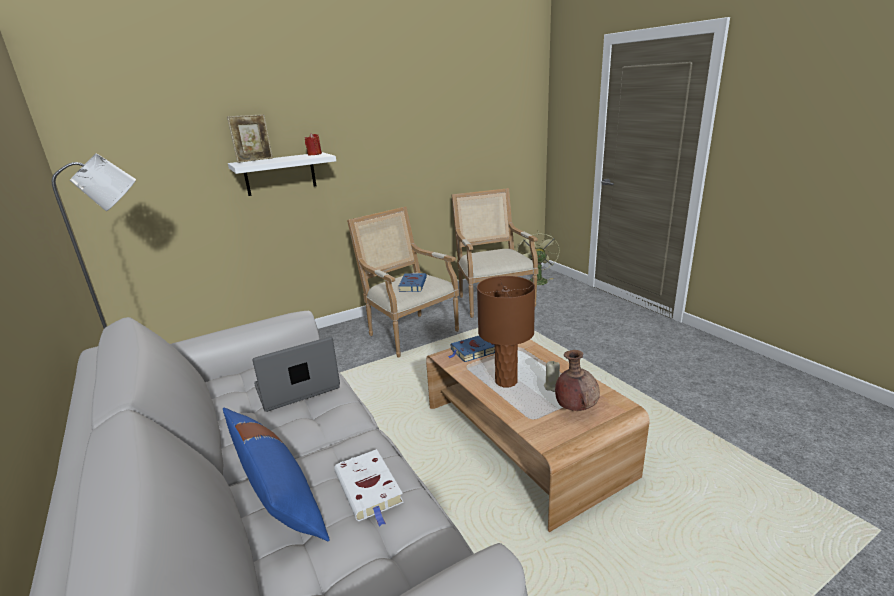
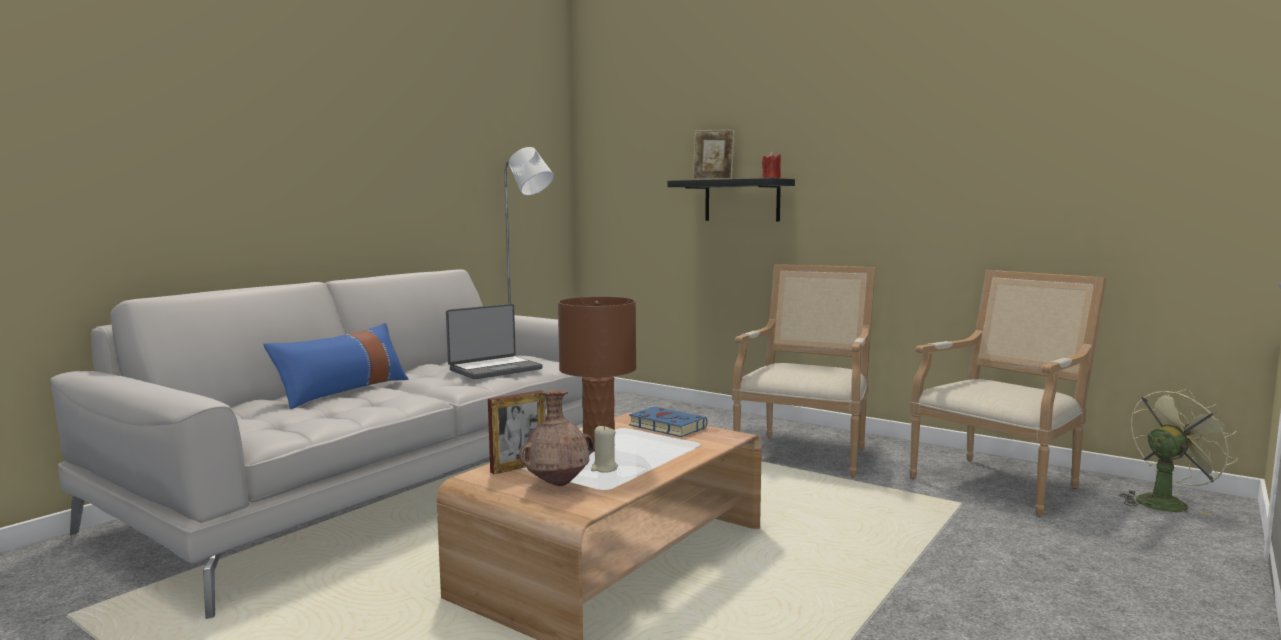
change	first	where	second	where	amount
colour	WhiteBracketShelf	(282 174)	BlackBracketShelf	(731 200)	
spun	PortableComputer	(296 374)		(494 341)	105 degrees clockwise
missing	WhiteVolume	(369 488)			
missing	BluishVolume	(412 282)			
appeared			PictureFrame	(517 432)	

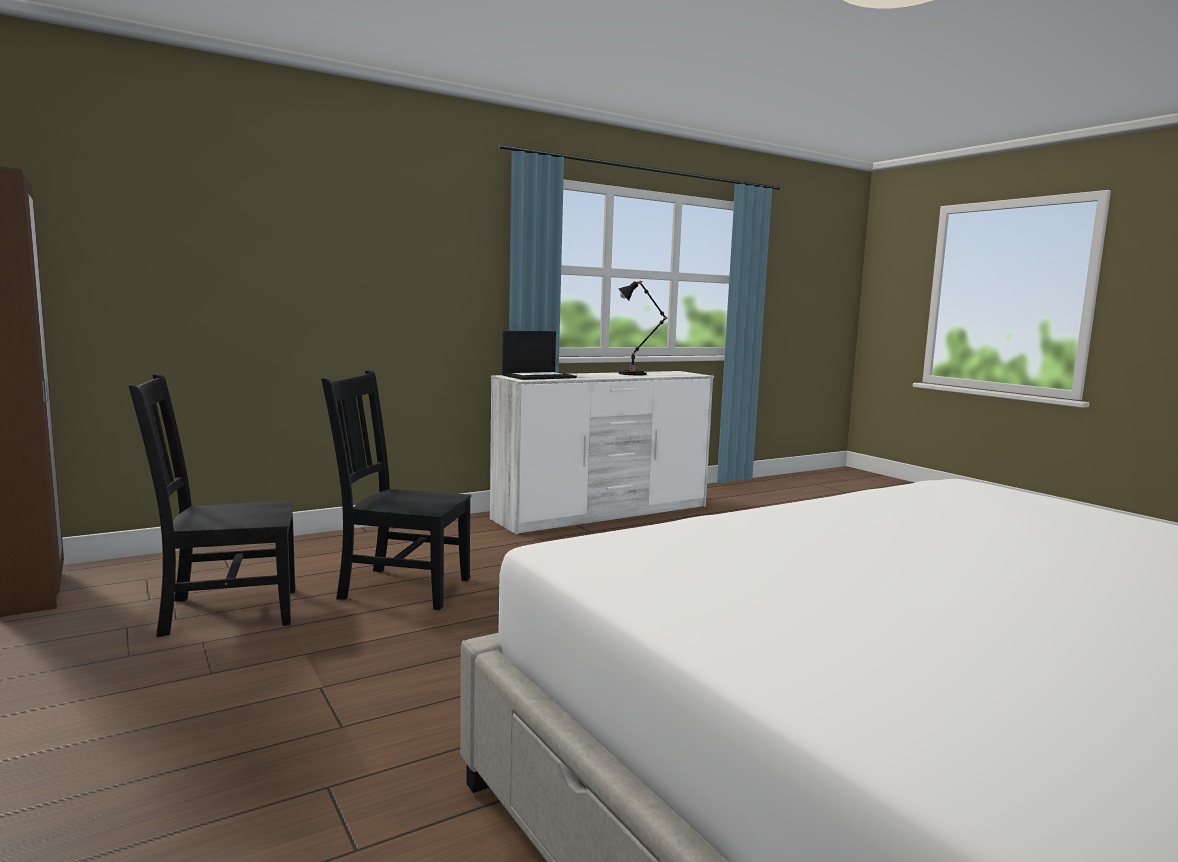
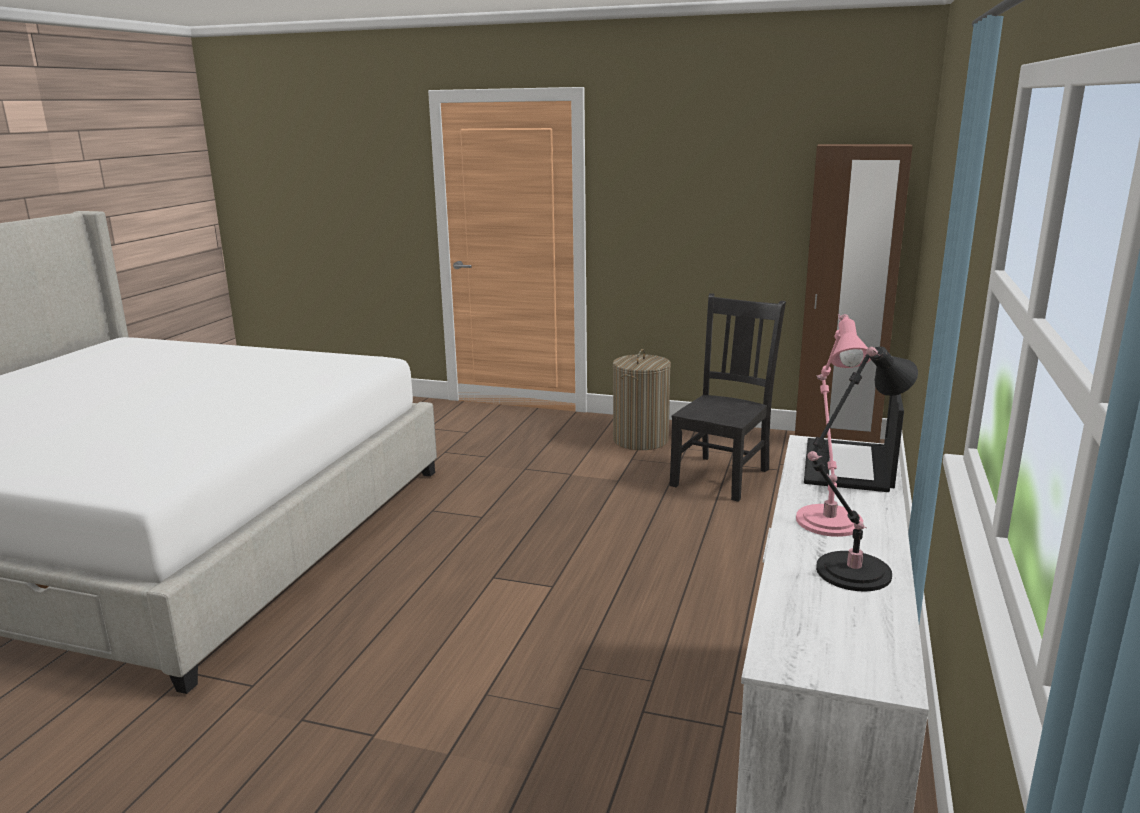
change	first	where	second	where	amount
missing	BlackChair	(396 490)			
appeared			LaundryBasket	(642 399)	
appeared			PinkLampForATable	(833 425)	

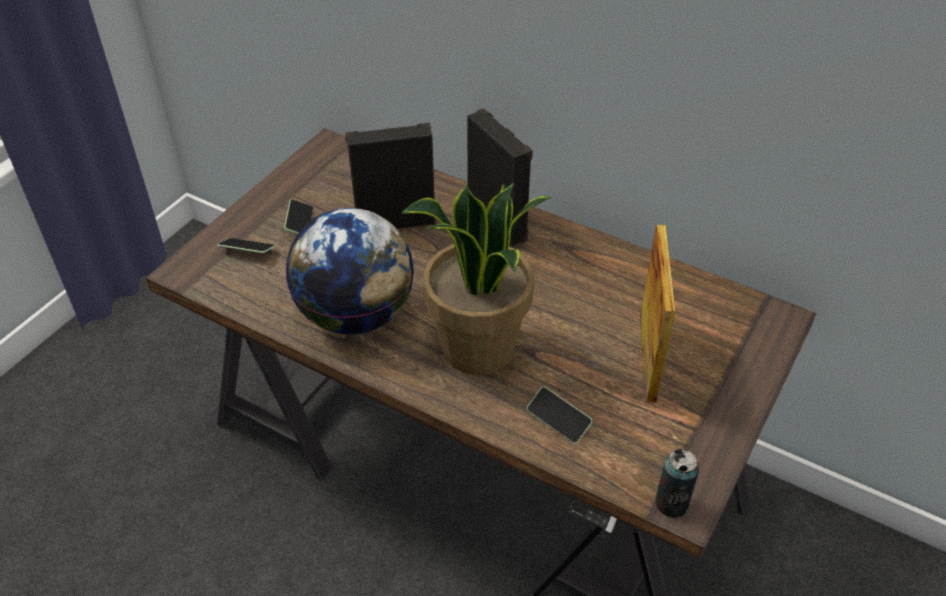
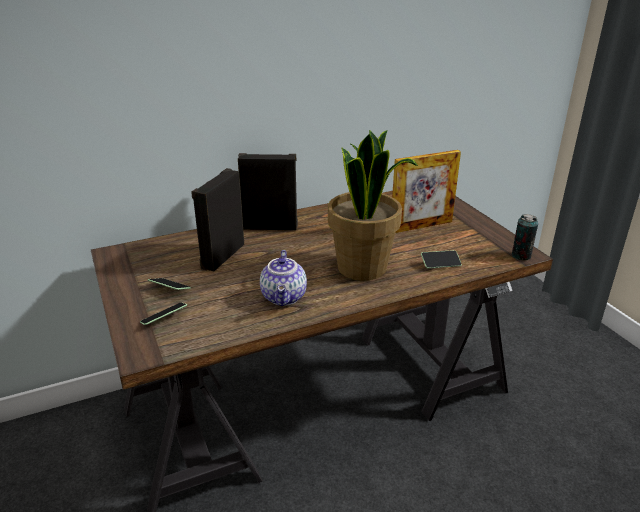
change	first	where	second	where	amount
exchanged	WorldGlobe	(350 271)	PotForTea	(283 278)	
spun	PictureFrame	(658 314)		(426 191)	120 degrees clockwise

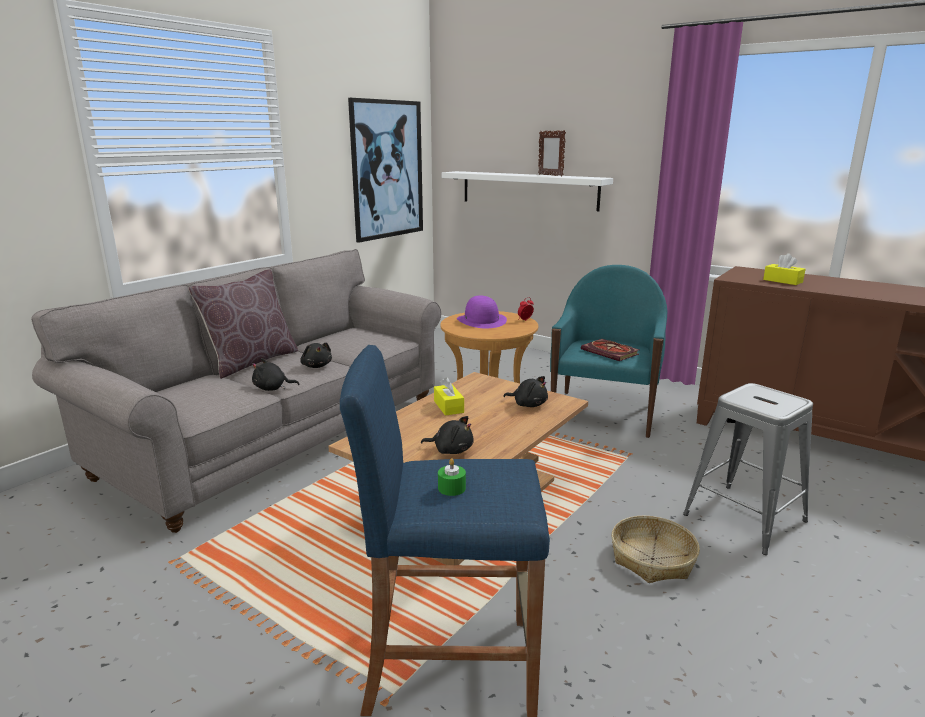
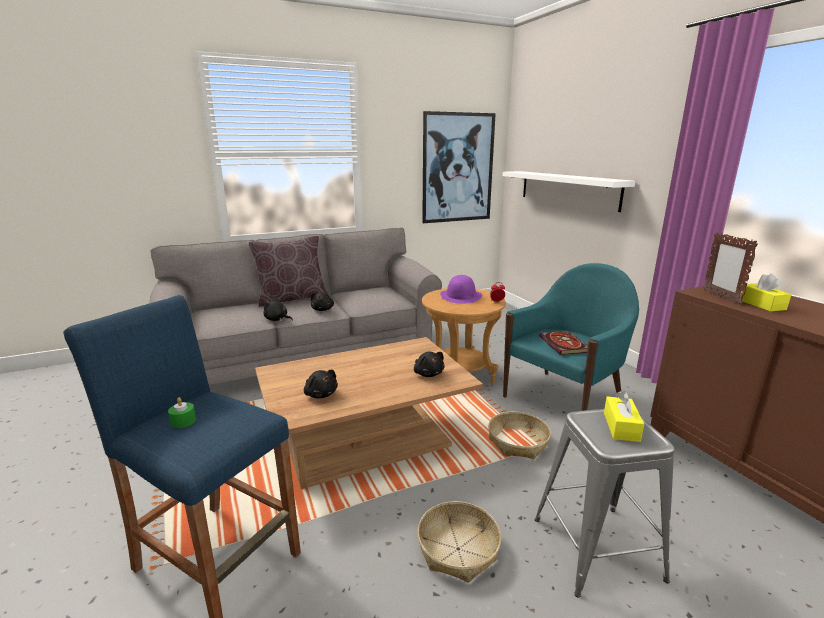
change	first	where	second	where	amount
relocated	YellowColouredBoxOfTissues	(449 396)		(624 416)	
relocated	PictureFrame	(552 153)		(730 269)	
appeared			Basket	(519 435)	

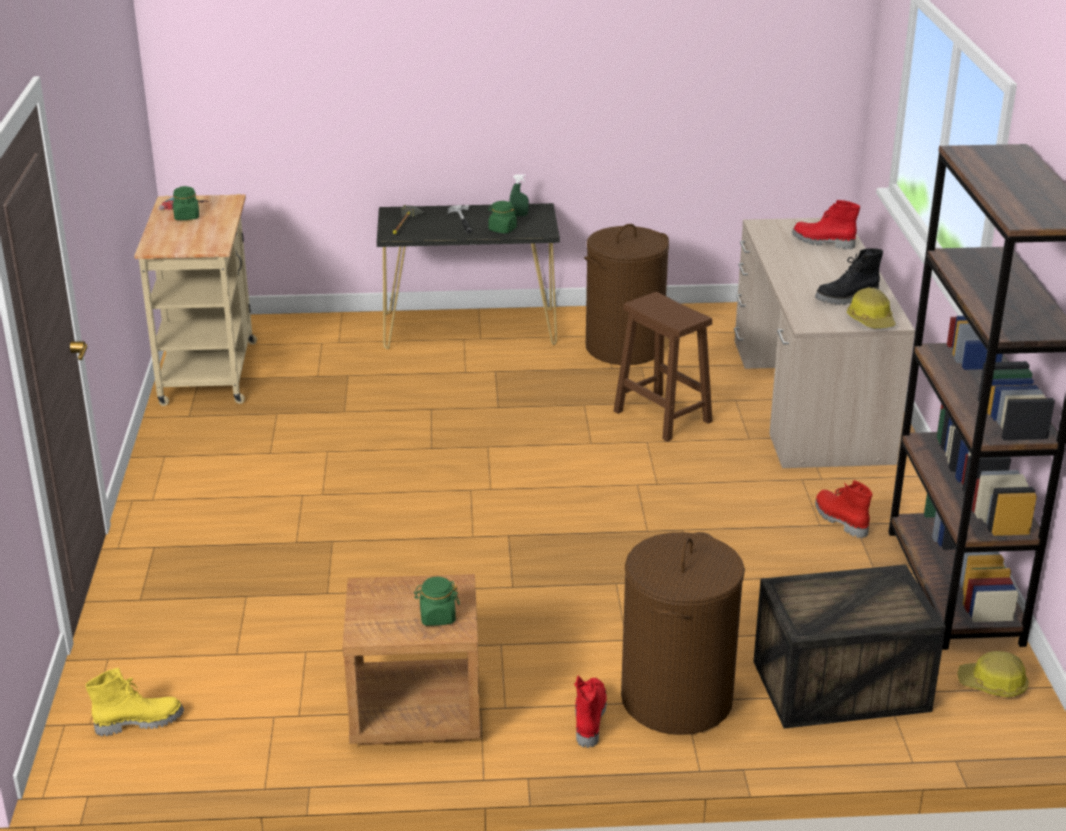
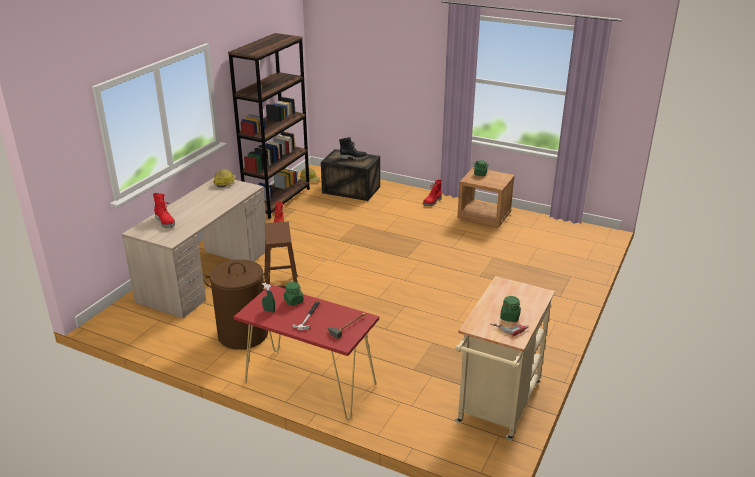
change	first	where	second	where	amount
missing	YellowColouredHighTopBoot	(135 702)			
colour	BlackNarrowTable	(468 276)	ReddishNarrowTable	(306 352)	
missing	BrownishLaundryBasket	(683 633)			
relocated	BlackHighTopBoot	(849 276)		(353 148)	

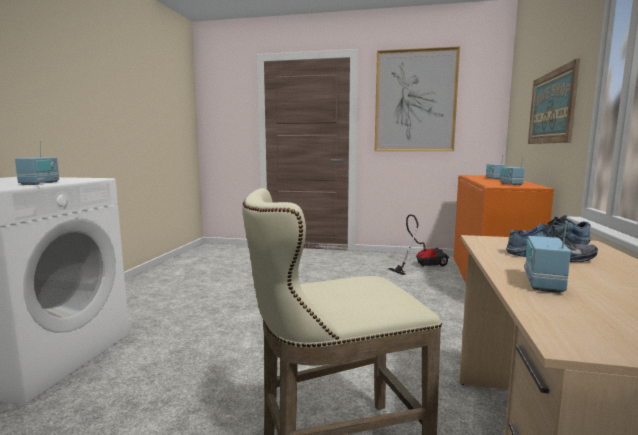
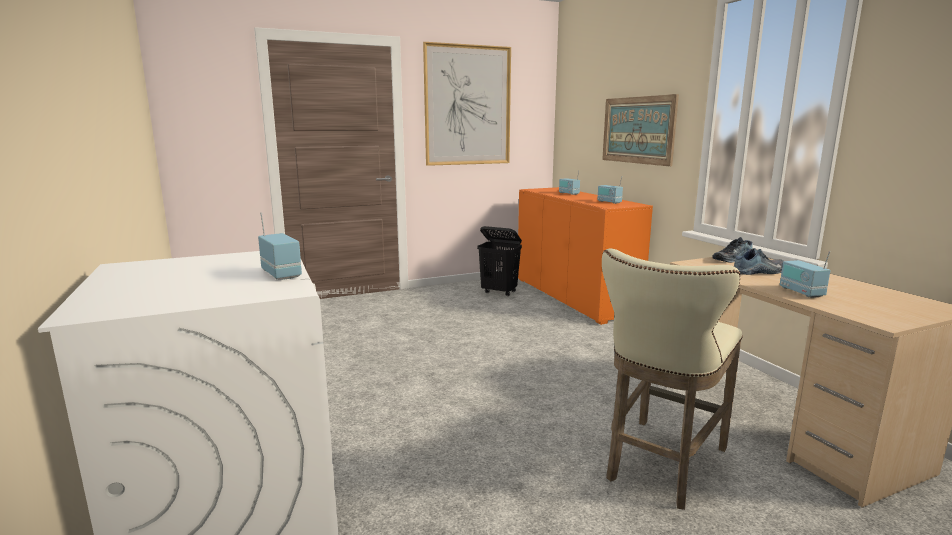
change	first	where	second	where	amount
exchanged	VacuumCleaner	(418 244)	BlackLaundryBasket	(499 261)	

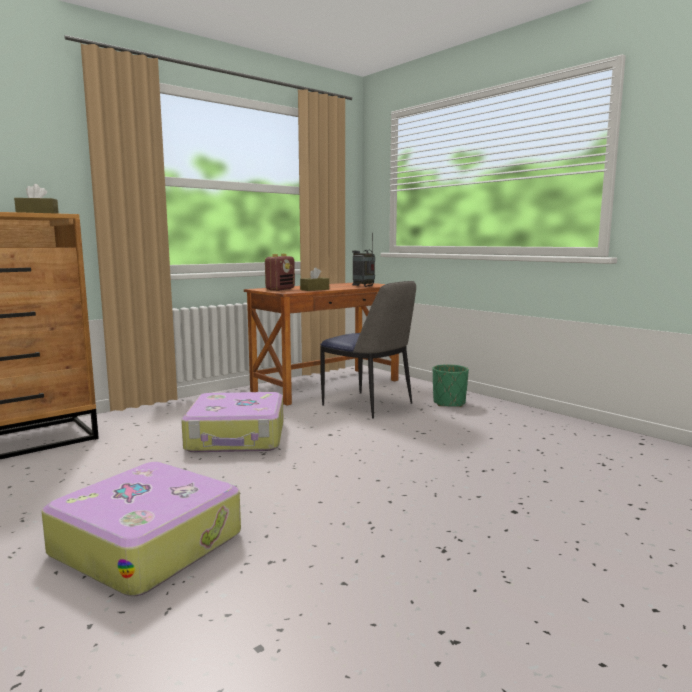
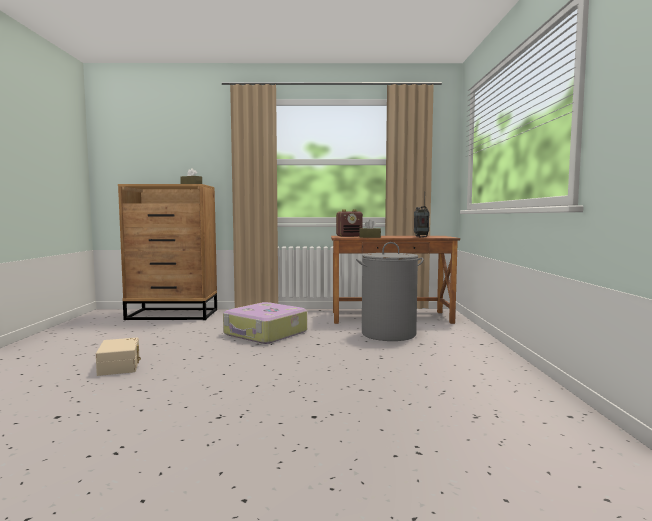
change	first	where	second	where	amount
exchanged	TravelCase	(141 529)	BeigeStorageContainer	(118 356)	
exchanged	Chair	(368 349)	GrayLaundryBasket	(390 291)	
missing	GreenishPlanter	(451 385)			

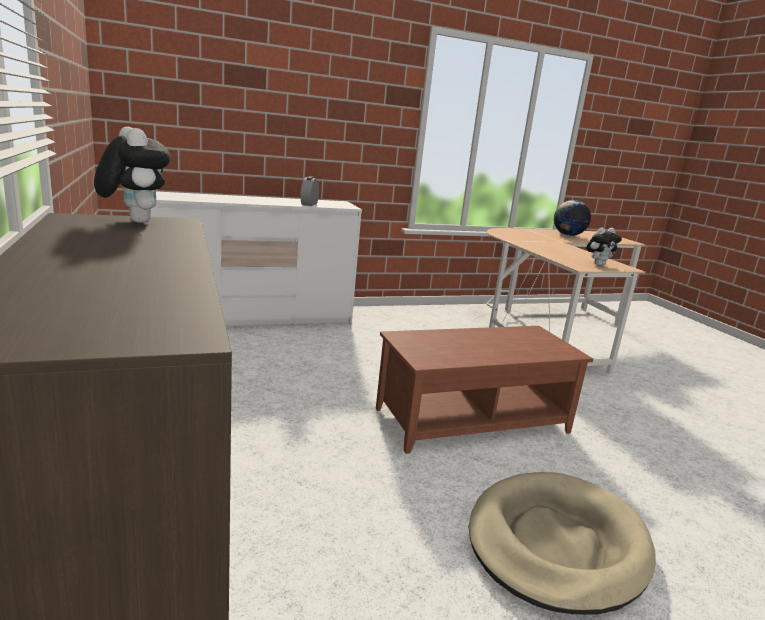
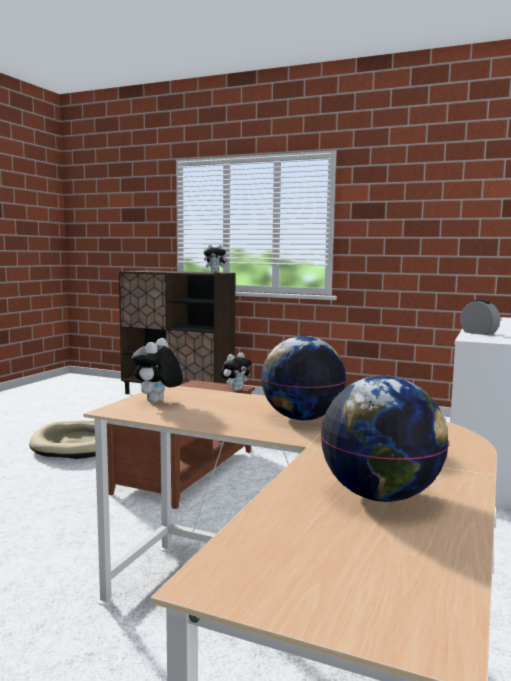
change	first	where	second	where	amount
appeared			PlushToy	(236 371)	
appeared			WorldGlobe	(303 378)	

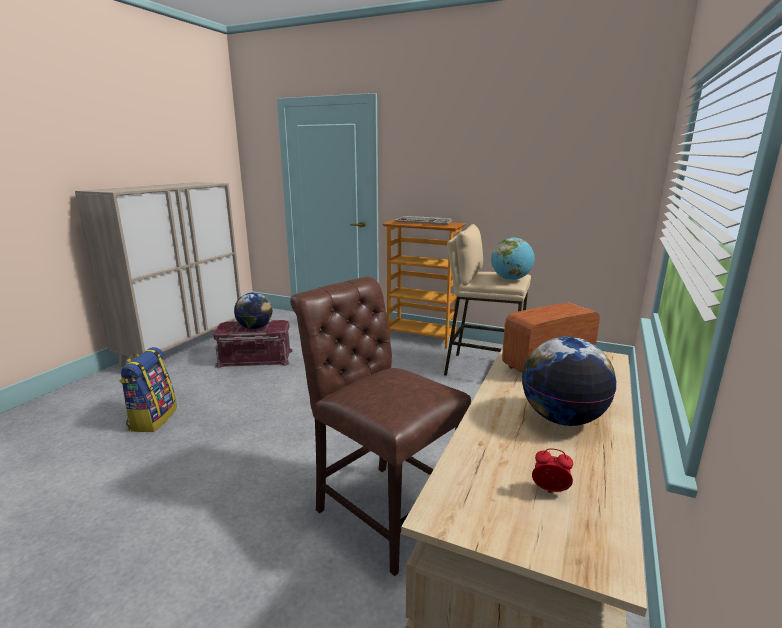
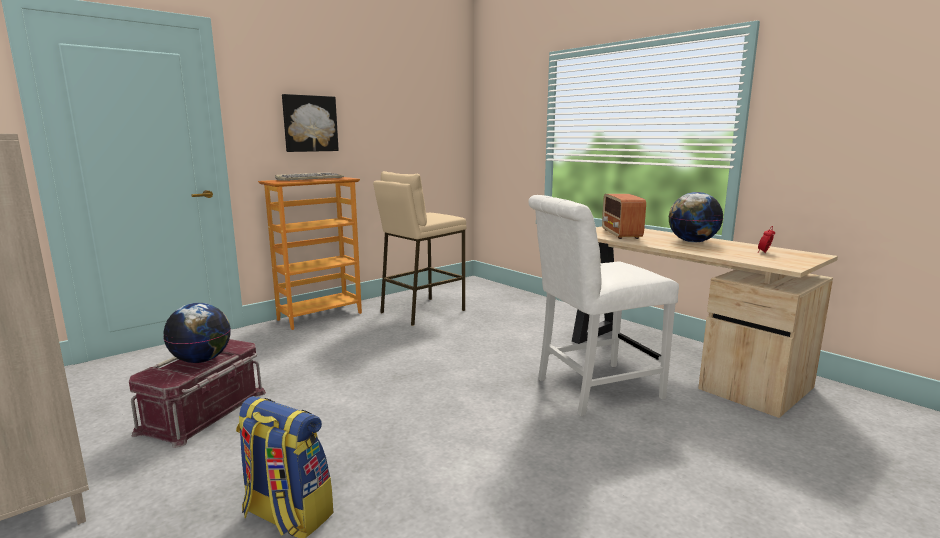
change	first	where	second	where	amount
colour	BrownishChair	(380 426)	WhiteChair	(603 305)	
missing	WorldGlobe	(512 258)			
appeared			WallPicture	(310 123)	

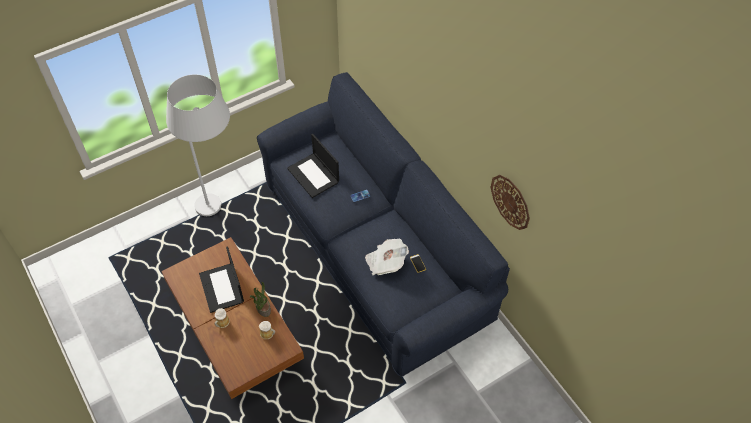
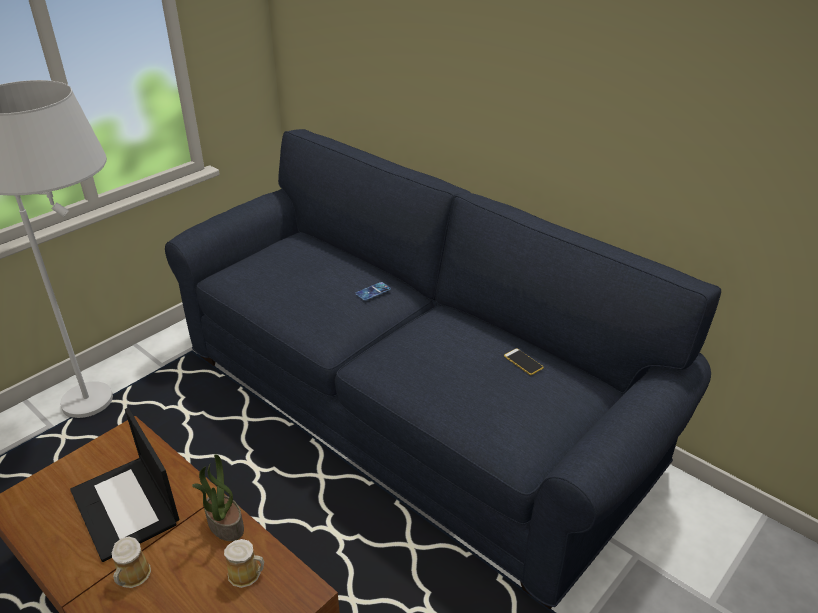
change	first	where	second	where	amount
missing	PortableComputer	(313 166)			
missing	DailyPaper	(387 257)			
missing	HangingClock	(510 202)			

